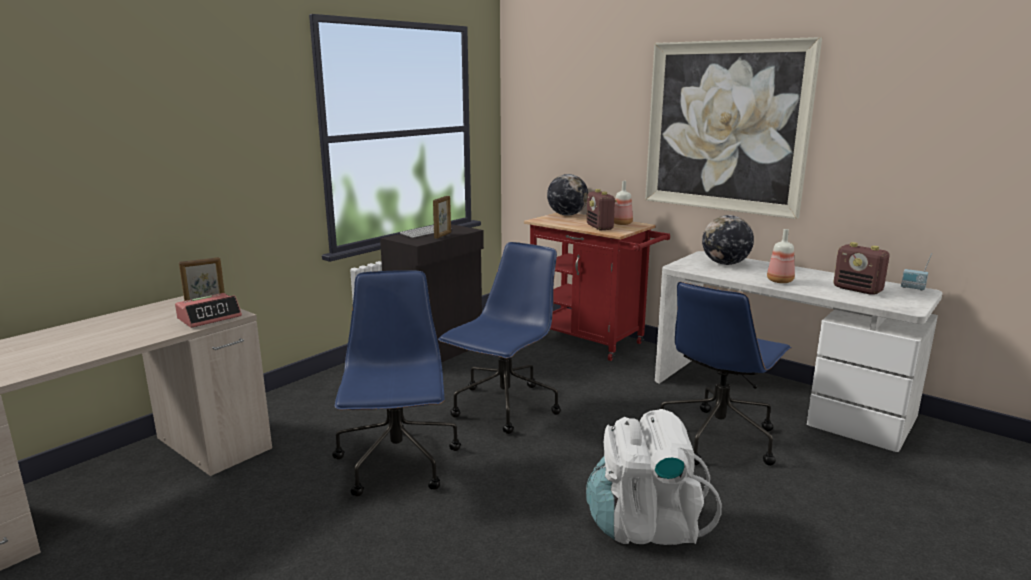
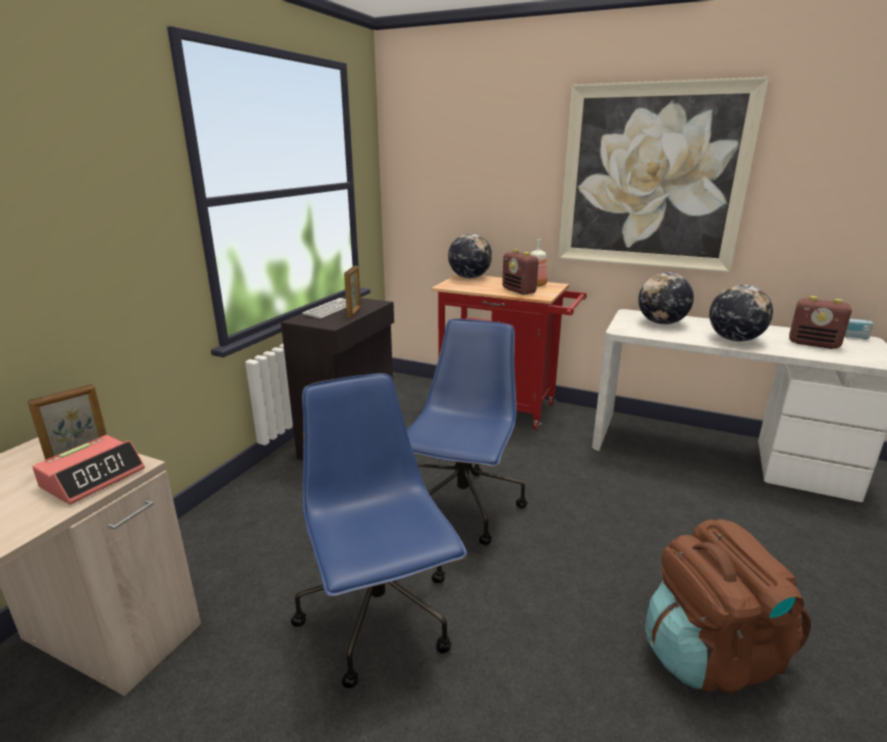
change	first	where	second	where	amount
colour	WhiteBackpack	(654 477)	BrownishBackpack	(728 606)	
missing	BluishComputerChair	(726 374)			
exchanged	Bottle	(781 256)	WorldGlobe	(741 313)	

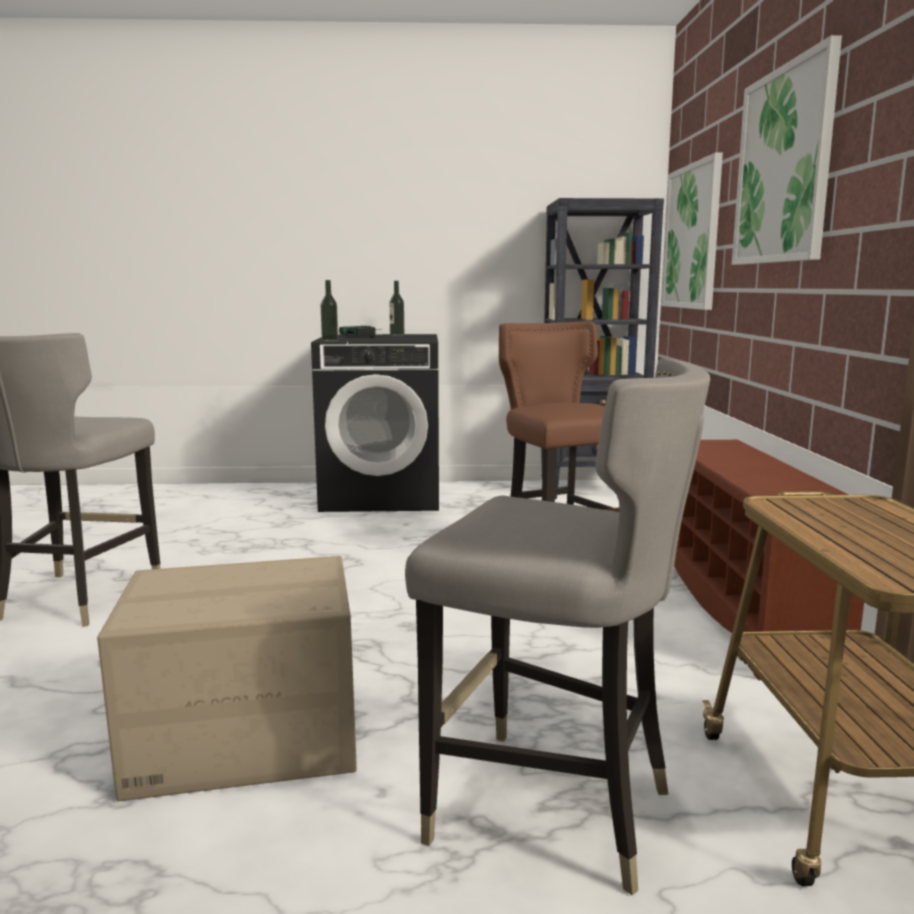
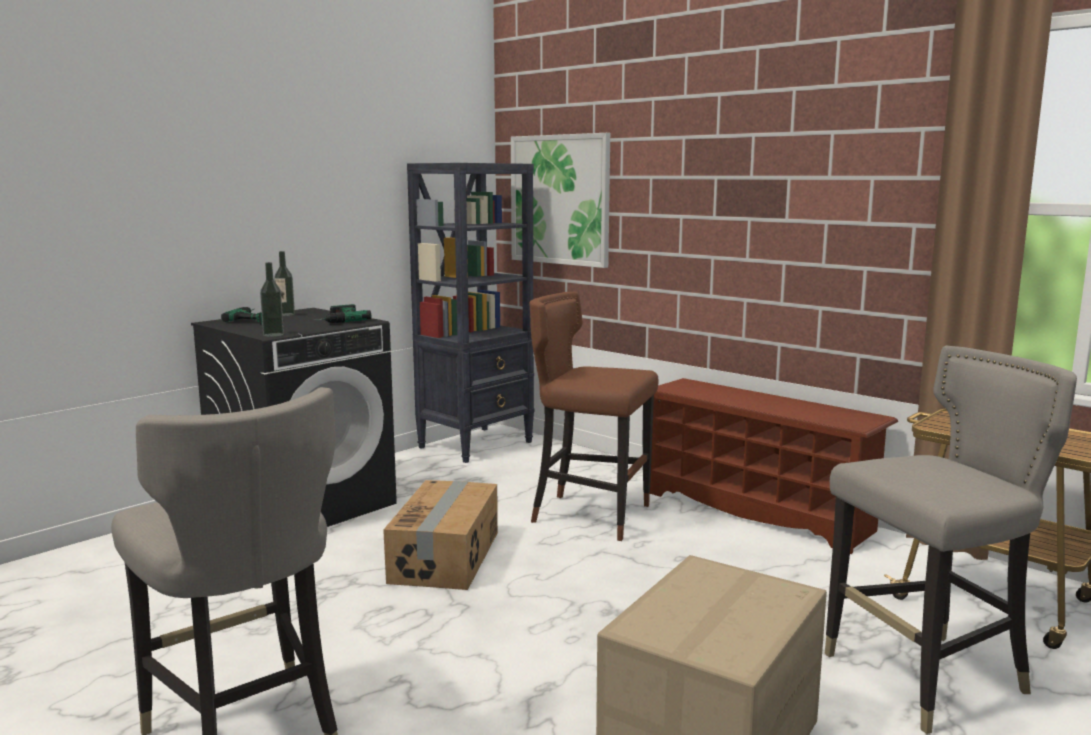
change	first	where	second	where	amount
missing	WallPicture	(787 150)			
appeared			PowerDrill	(342 313)	
appeared			CardboardBox	(440 535)	

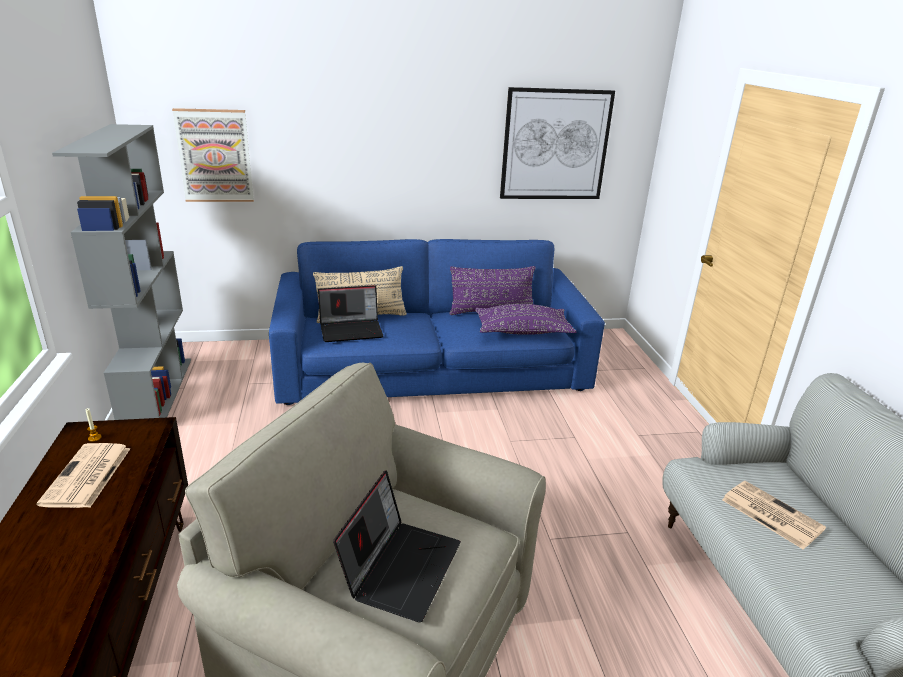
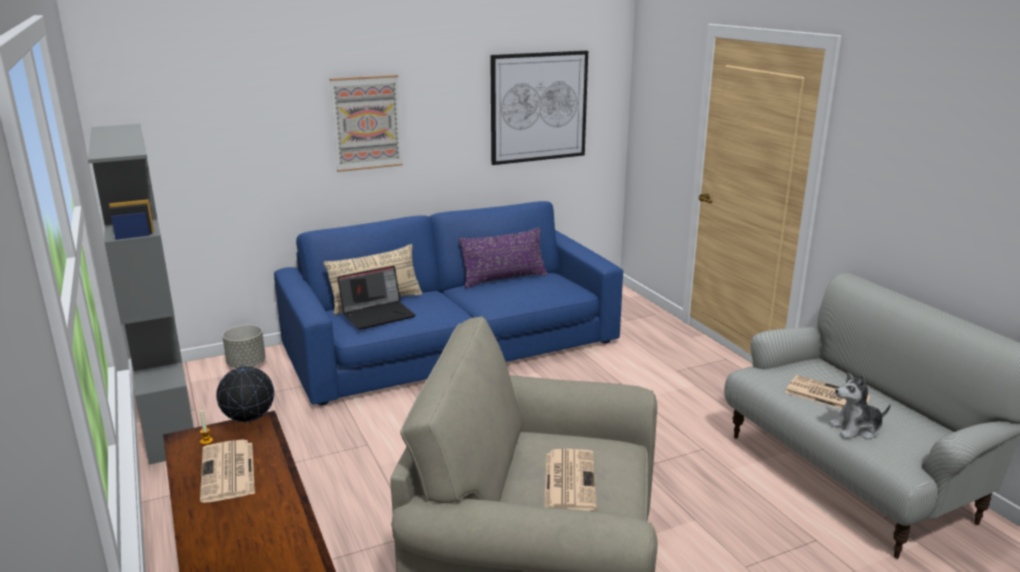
change	first	where	second	where	amount
relocated	WallPicture	(213 155)		(366 123)	
exchanged	PortableComputer	(397 546)	DailyPaper	(570 480)	
missing	PurpleColouredCushion	(525 319)			
appeared			WorldGlobe	(245 394)	
appeared			GrayPlanter	(244 346)	
appeared			PlushToy	(860 406)	

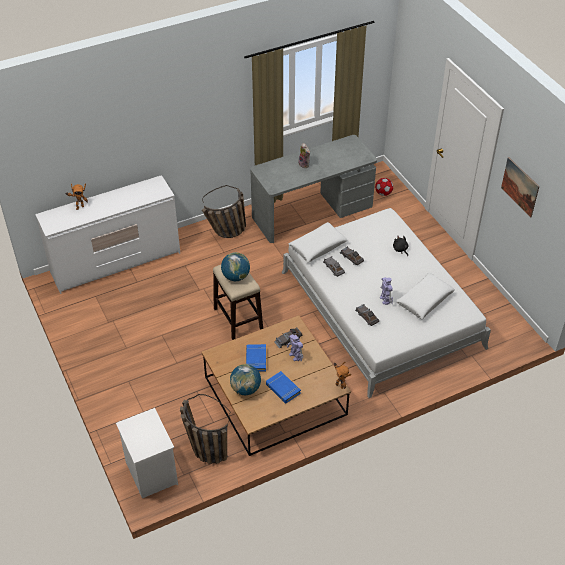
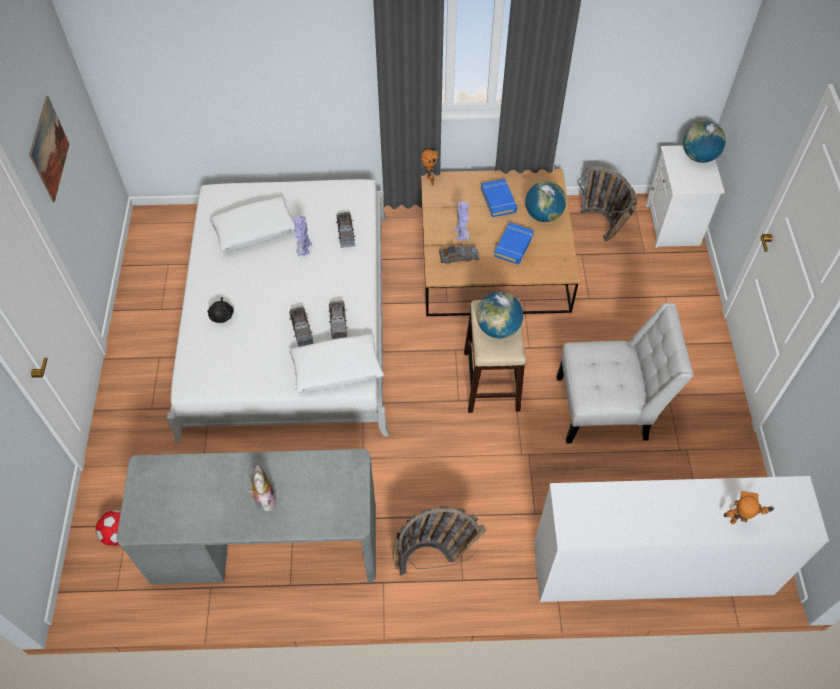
change	first	where	second	where	amount
appeared			WhiteChair	(624 373)	
appeared			WorldGlobe	(704 142)	

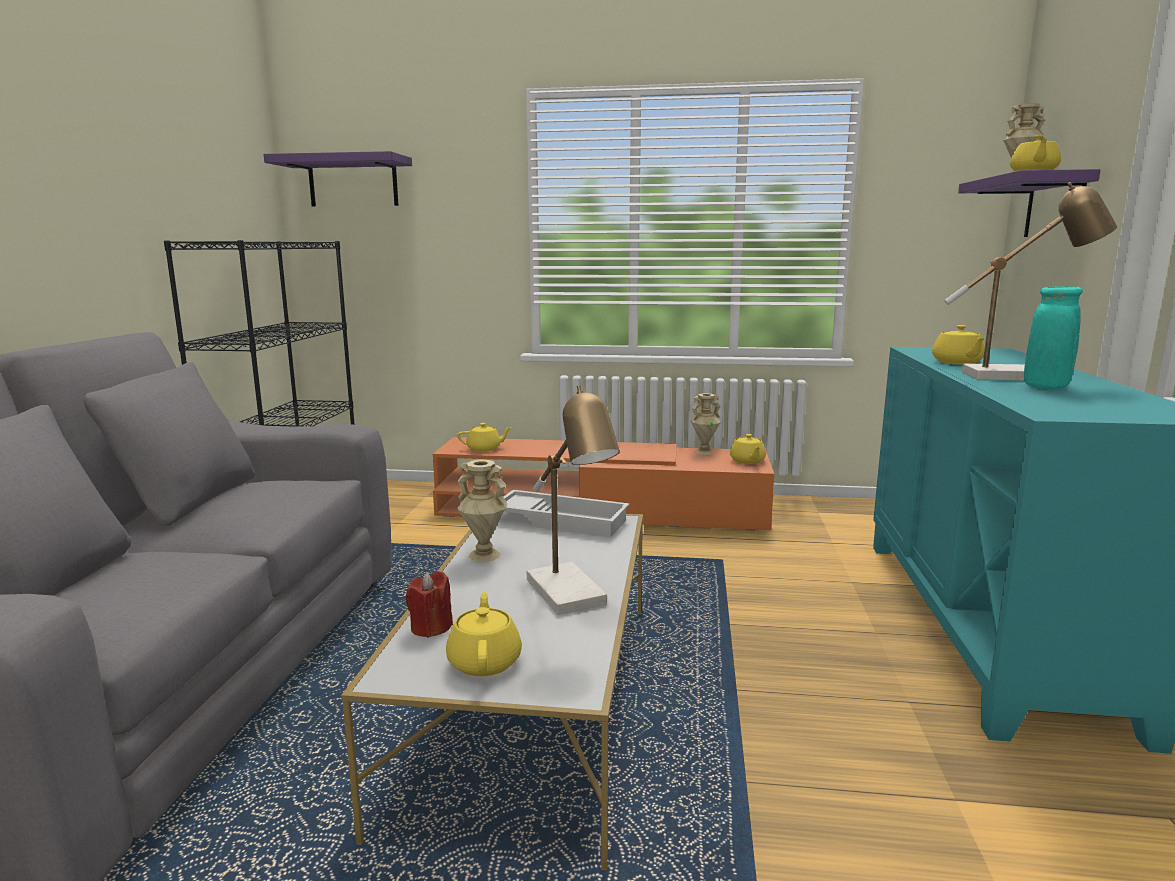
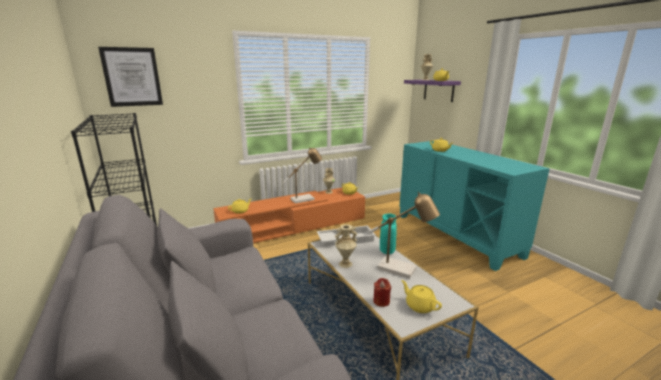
change	first	where	second	where	amount
exchanged	PurpleColouredBracketShelf	(337 179)	WallPicture	(130 77)	
relocated	LampForATable	(1030 281)		(302 175)	
relocated	TurquoiseColouredVase	(1053 337)		(388 233)	

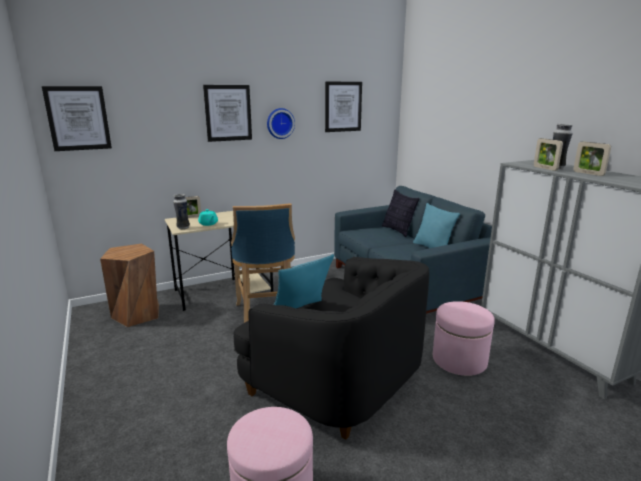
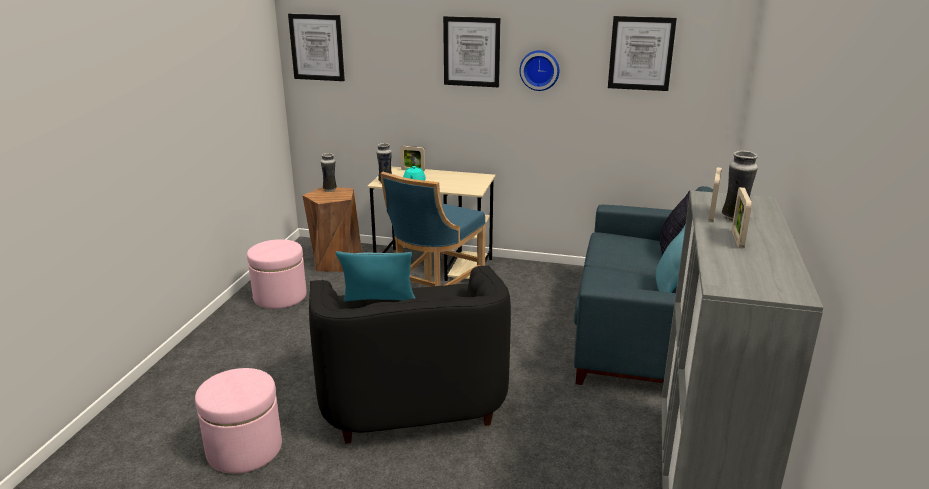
change	first	where	second	where	amount
relocated	PinkPouffe	(464 338)		(277 274)	
appeared			Vase	(329 172)	

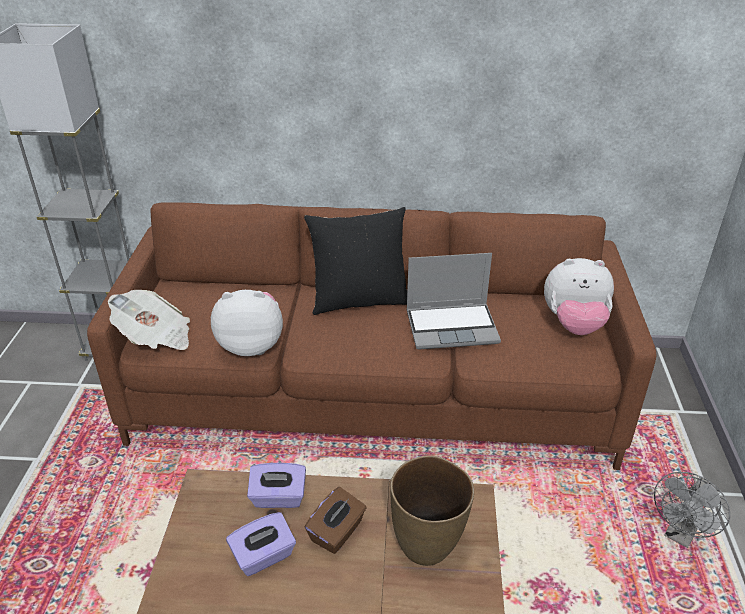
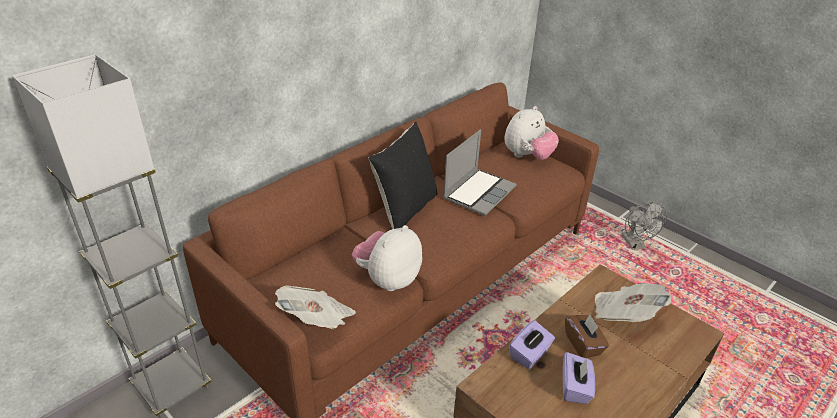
change	first	where	second	where	amount
exchanged	BrownishVase	(432 510)	DailyPaper	(633 302)	

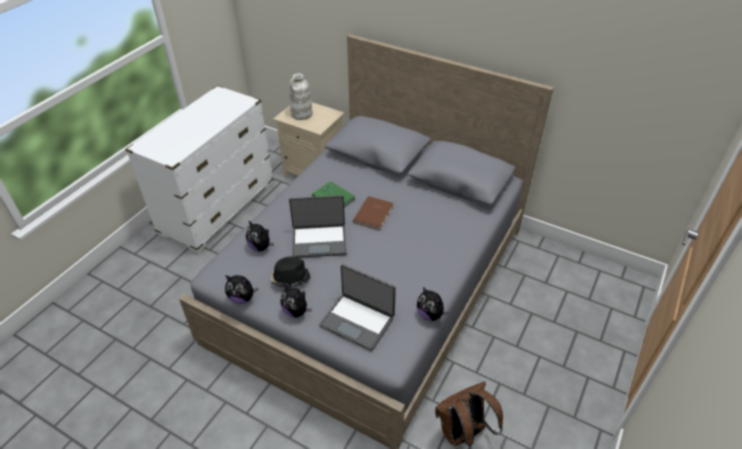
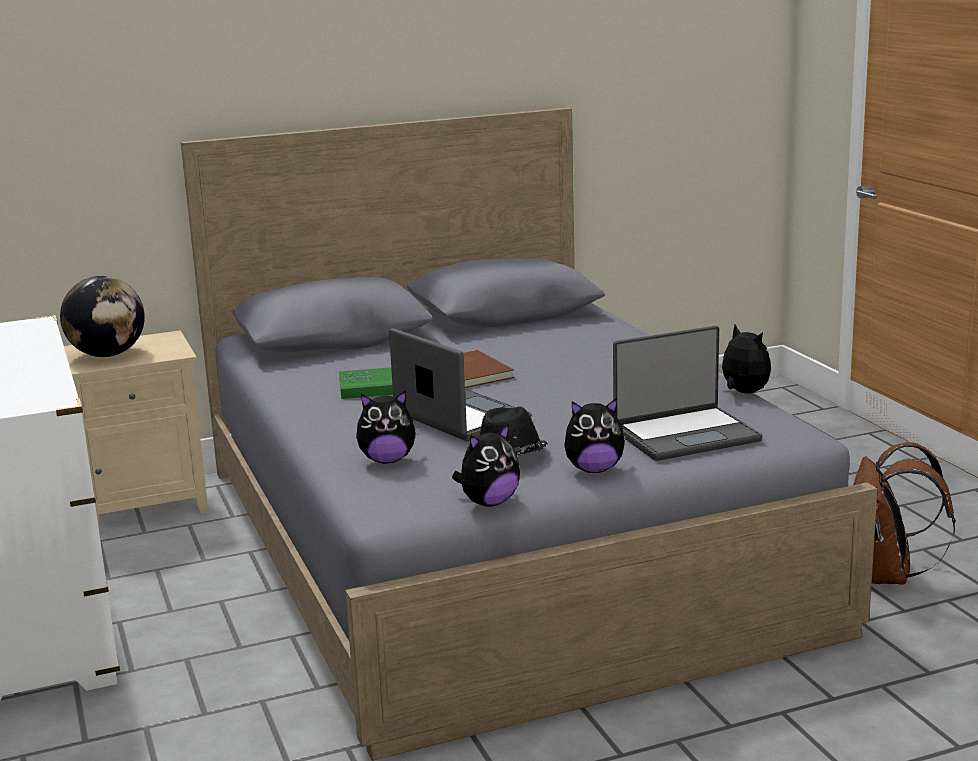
change	first	where	second	where	amount
exchanged	WhiteVase	(301 96)	WorldGlobe	(102 316)	
spun	PortableComputer	(318 226)		(460 384)	75 degrees counterclockwise
spun	PlushToy	(433 304)		(745 358)	120 degrees counterclockwise

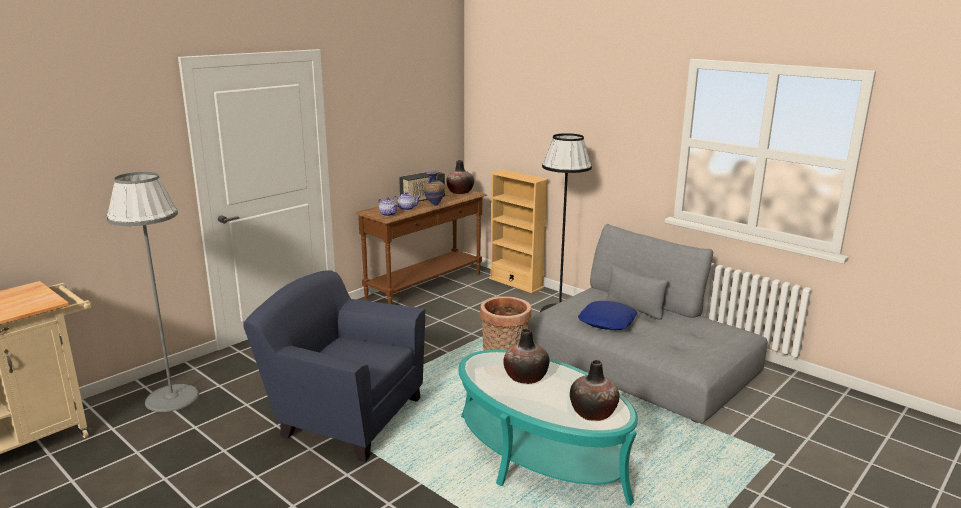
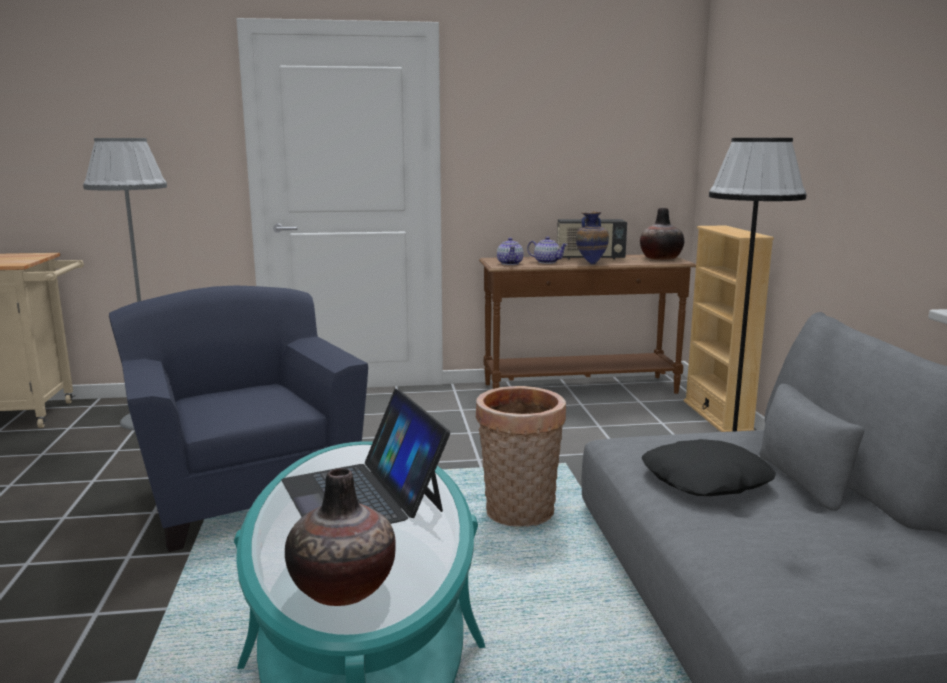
change	first	where	second	where	amount
exchanged	Vase	(526 356)	PortableComputer	(365 456)	
colour	BluishCushion	(607 315)	BlackCushion	(709 467)	

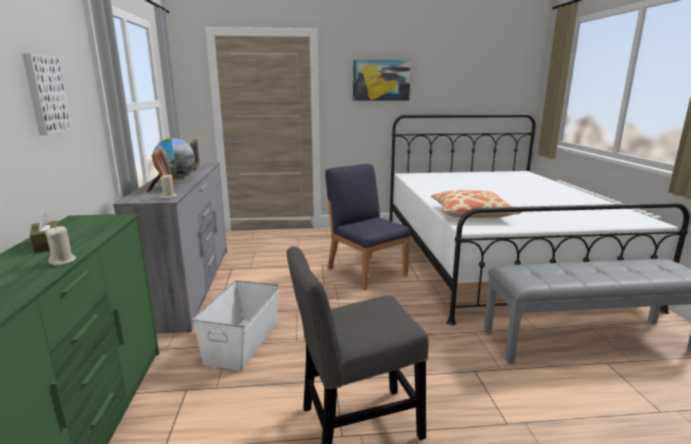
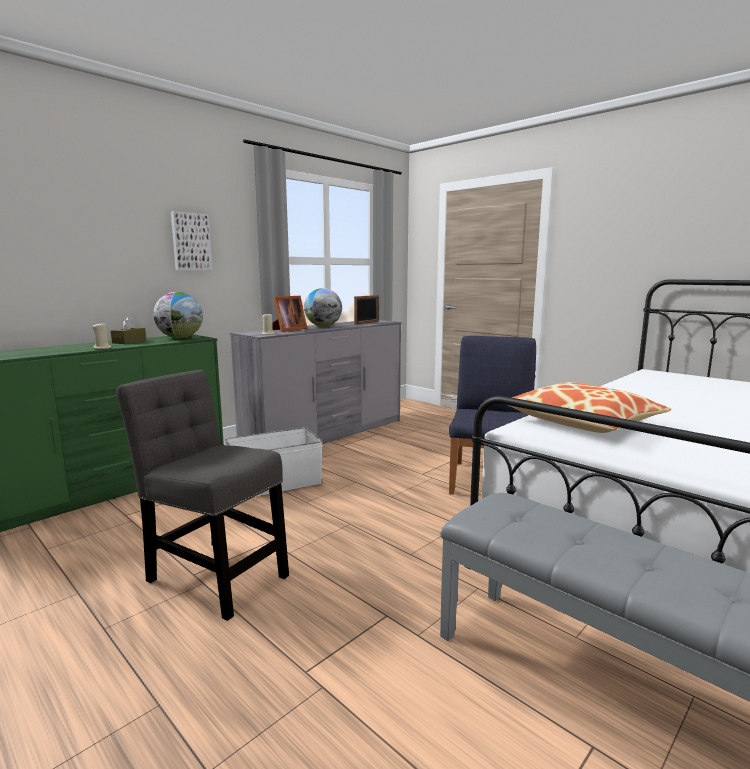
change	first	where	second	where	amount
missing	WallPicture	(382 80)			
appeared			WorldGlobe	(178 315)	

